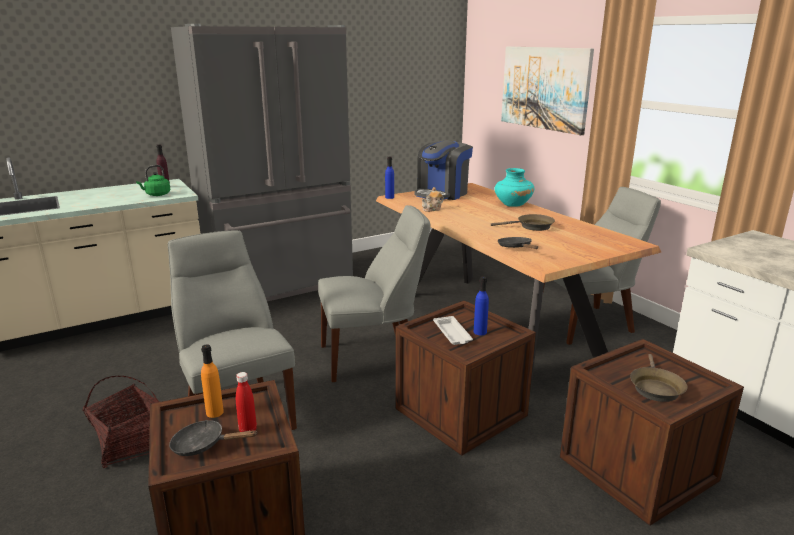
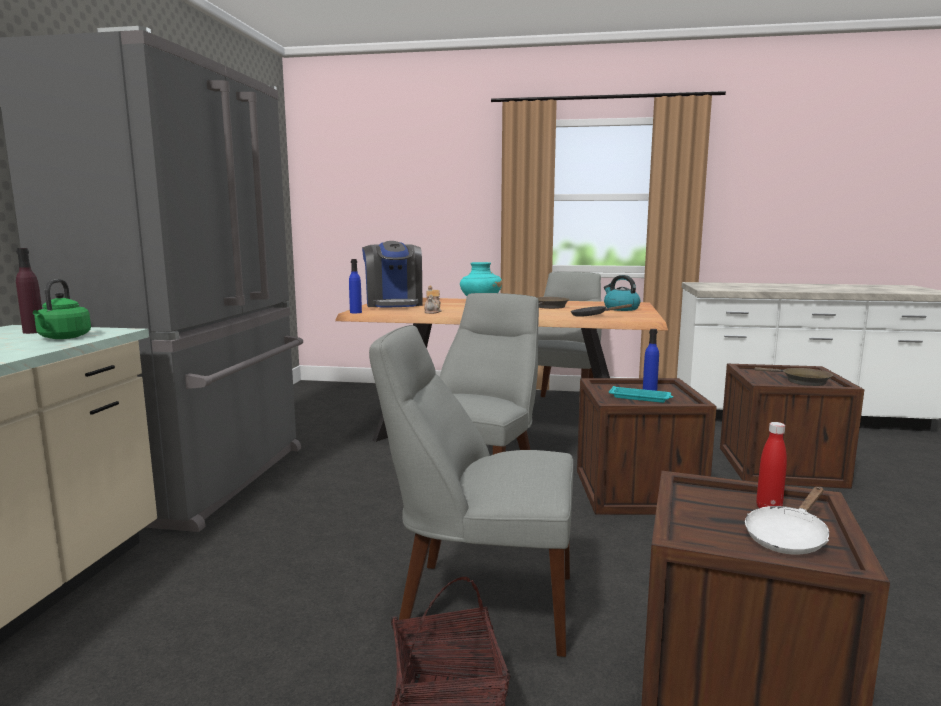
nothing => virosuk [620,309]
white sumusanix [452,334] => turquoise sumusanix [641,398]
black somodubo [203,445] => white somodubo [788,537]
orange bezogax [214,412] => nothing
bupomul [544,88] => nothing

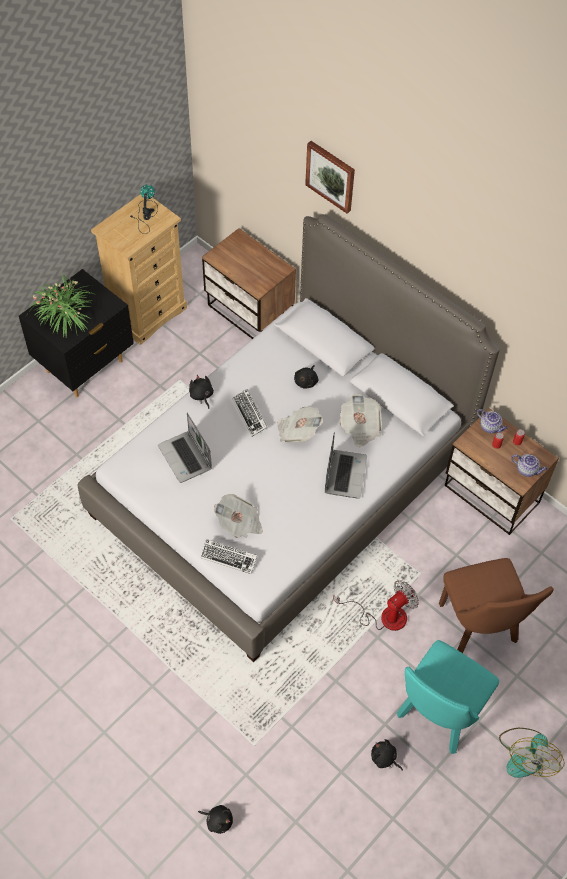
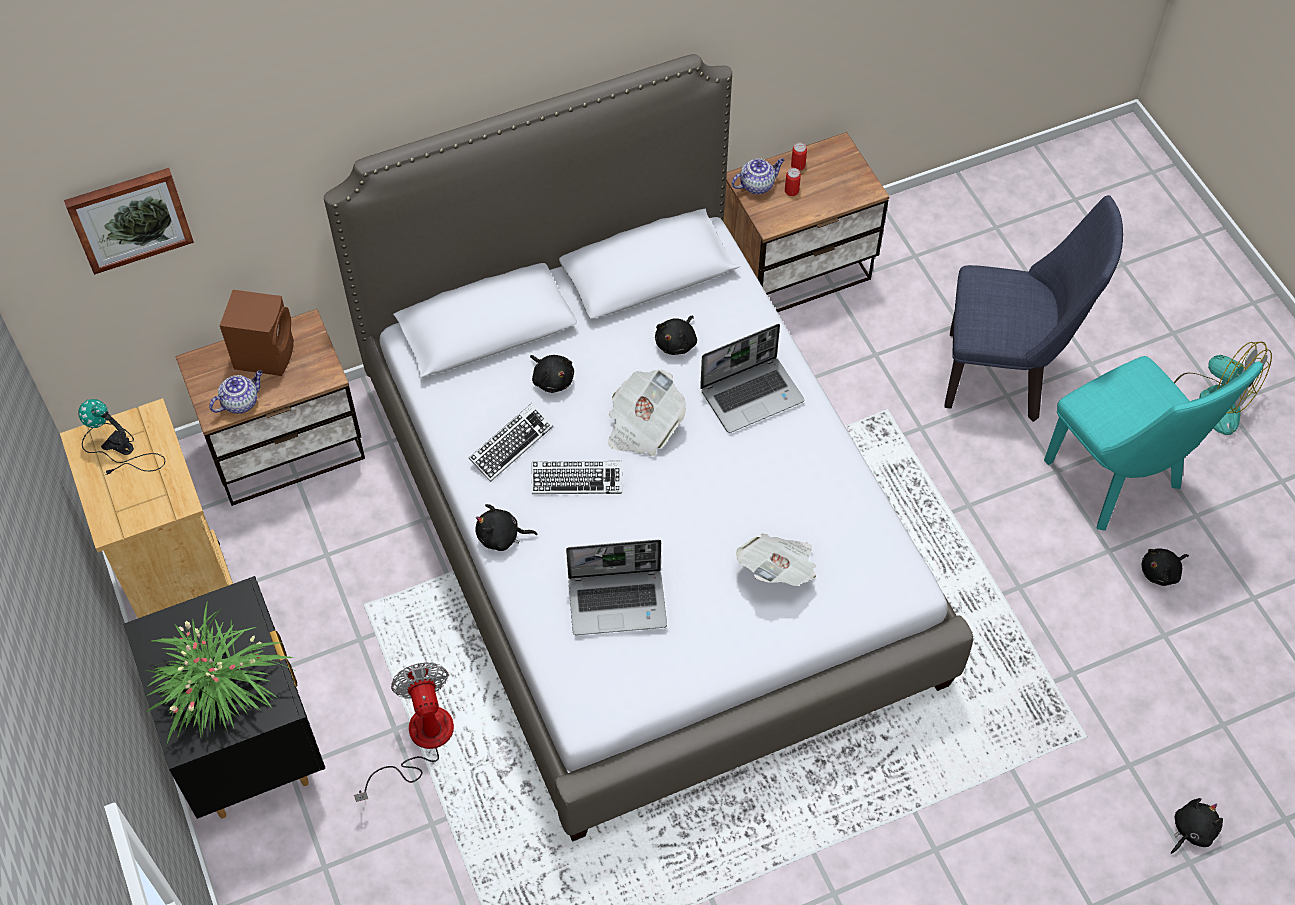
bupomul [331,176] => bupomul [129,218], move
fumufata [527,470] => fumufata [241,402], move
nothing => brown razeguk [265,353]
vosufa [383,616] => vosufa [419,741], move
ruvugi [228,558] => ruvugi [511,445], move
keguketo [360,427] => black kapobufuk [677,343]
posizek [344,474] => posizek [752,395], 120 degrees clockwise
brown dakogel [480,629] => blue dakogel [1005,376]

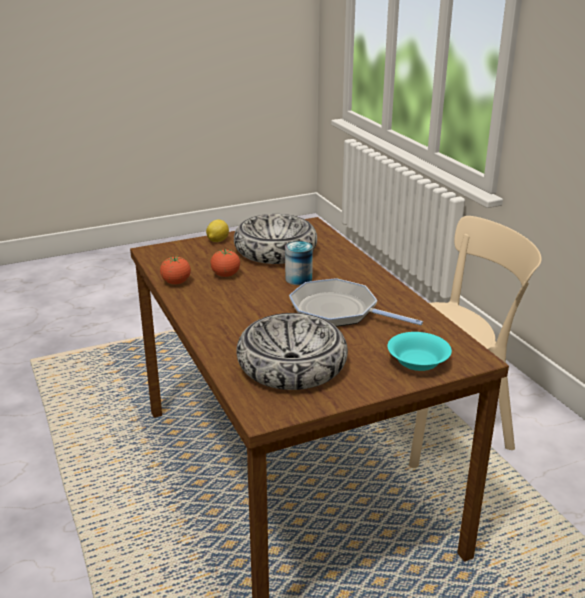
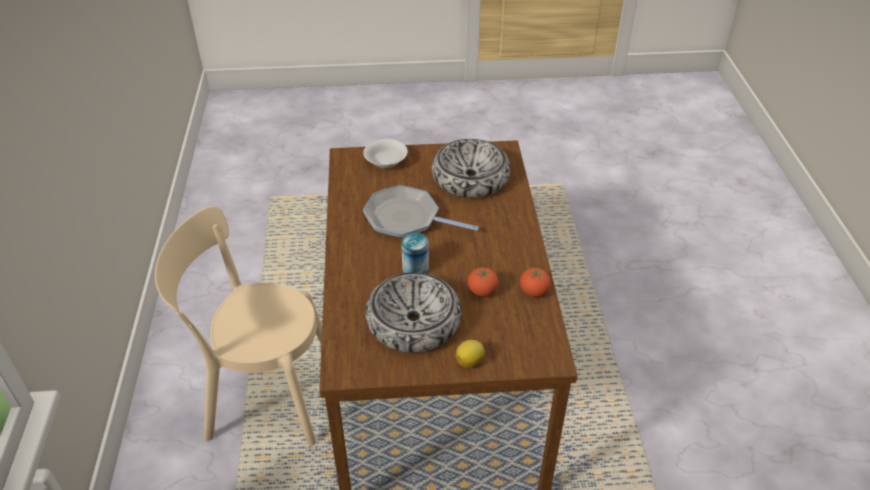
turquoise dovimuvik [417,362] => white dovimuvik [386,161]
somodubo [338,311] => somodubo [406,219], 150 degrees clockwise

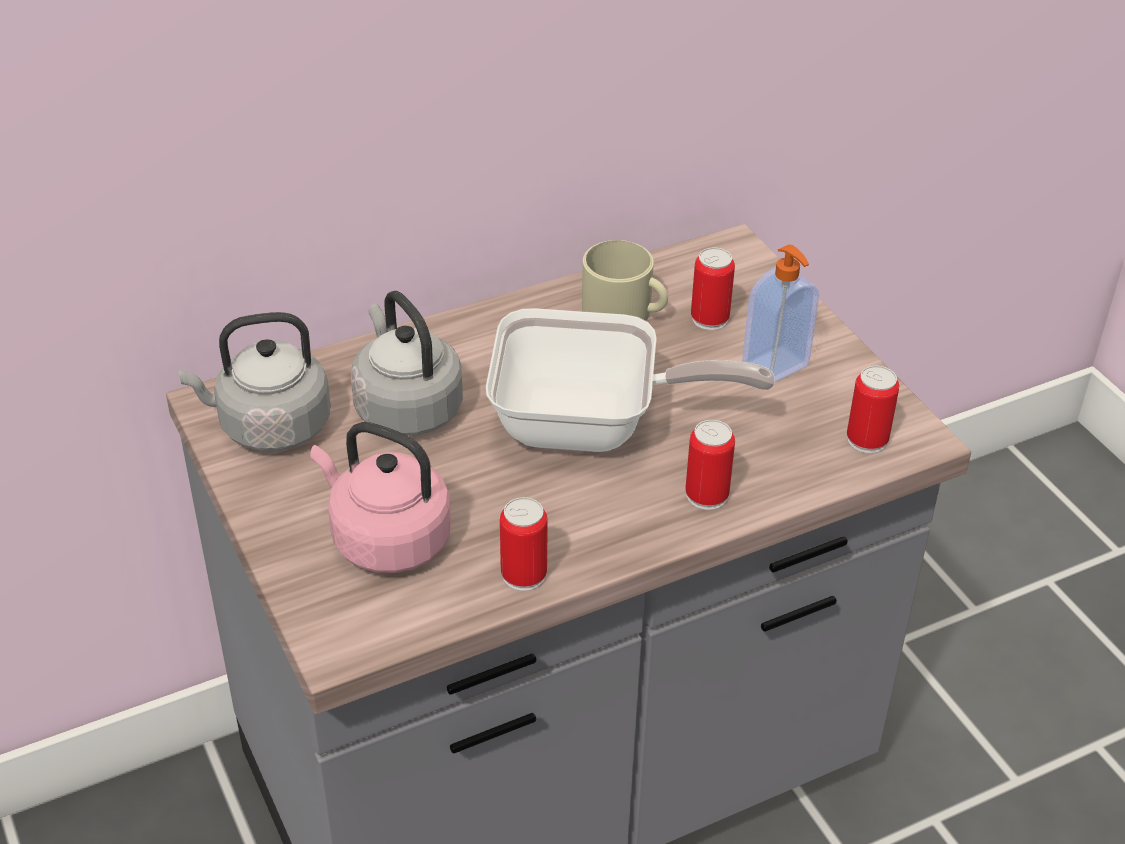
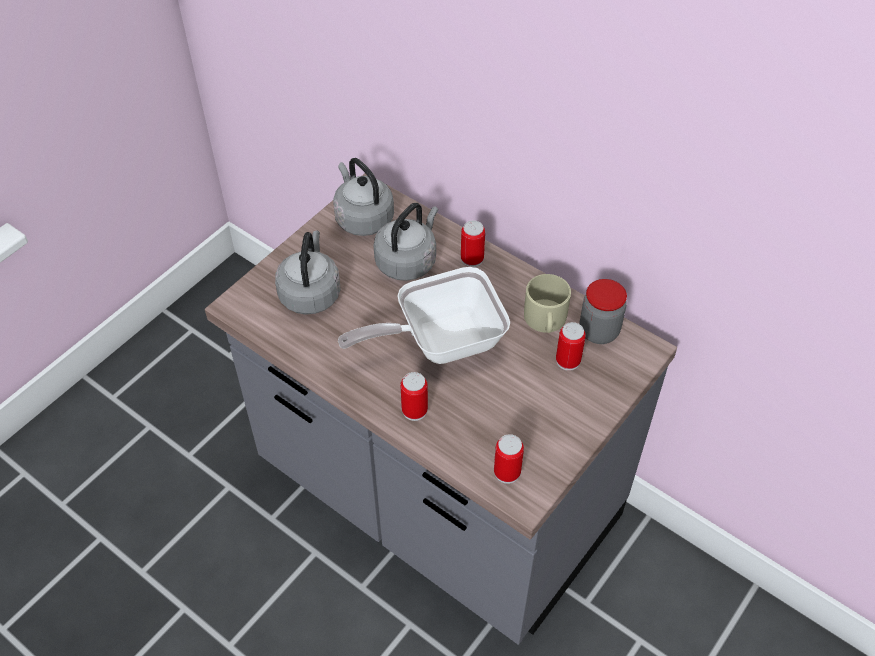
pink virosuk [385,539] => grey virosuk [310,293]
somodubo [592,426] => somodubo [440,341], 90 degrees clockwise
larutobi [523,575] => larutobi [472,259], move
nothing => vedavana [599,331]
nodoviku [776,367] => nothing

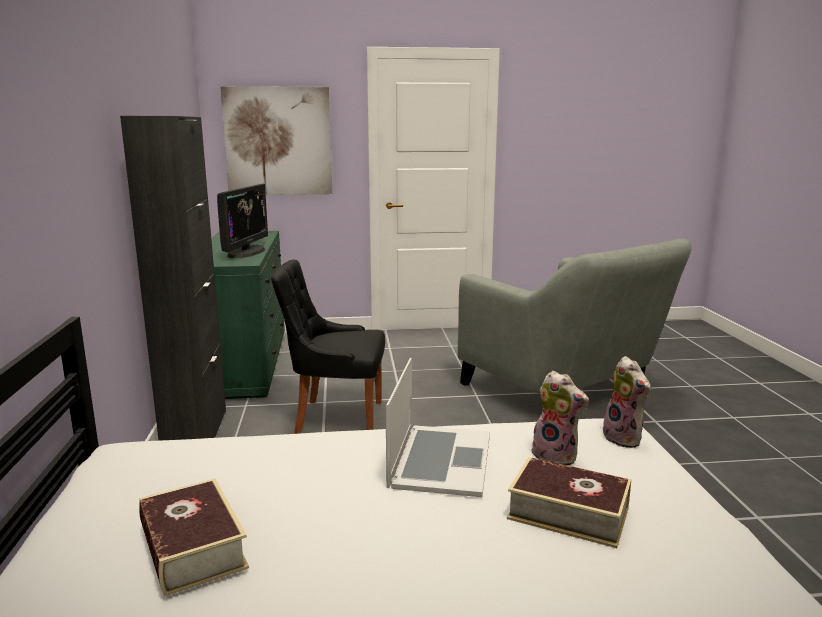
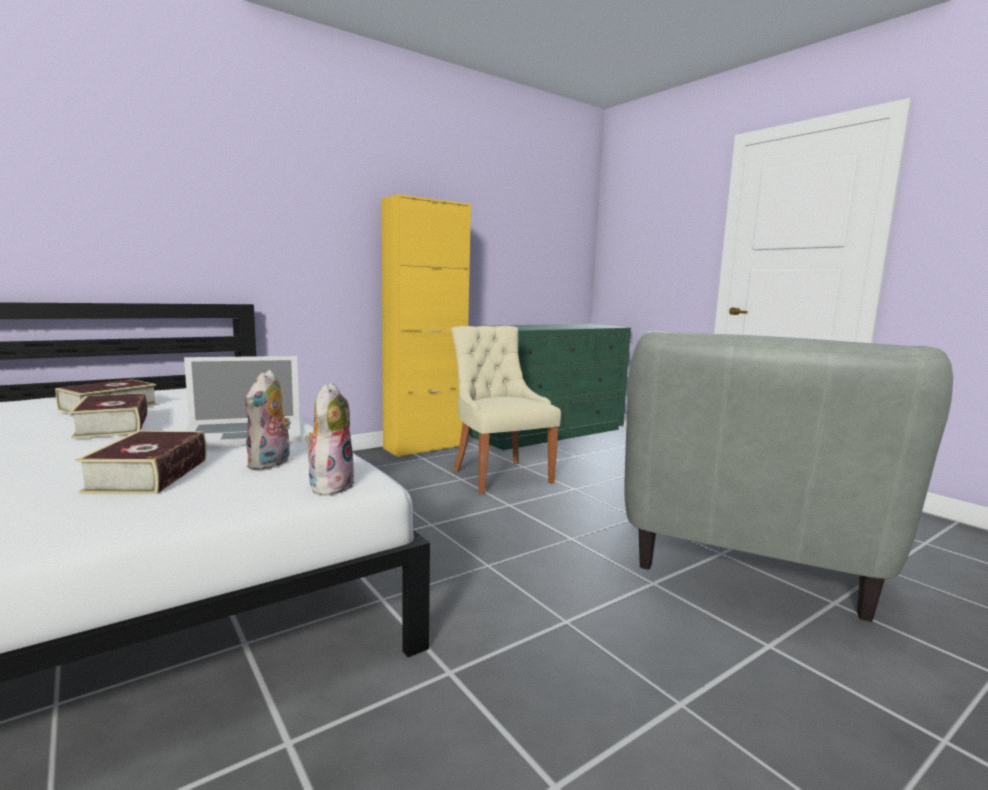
nothing => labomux [113,426]
kapobufuk [625,438] => kapobufuk [330,485], 150 degrees clockwise
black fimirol [195,432] => yellow fimirol [424,447]
black dakogel [335,418] => beige dakogel [499,475]
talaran [246,252] => nothing
bupomul [278,141] => nothing

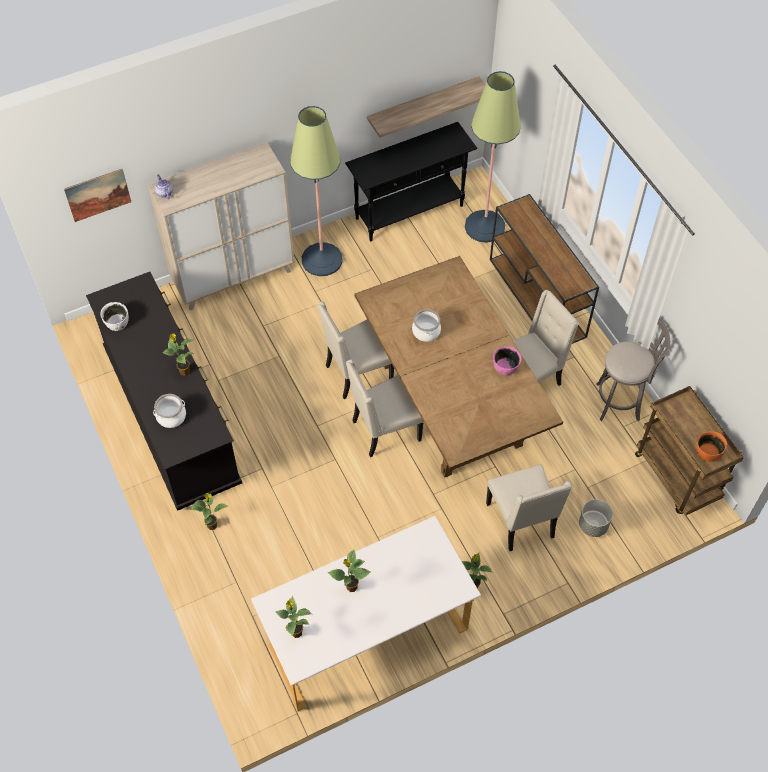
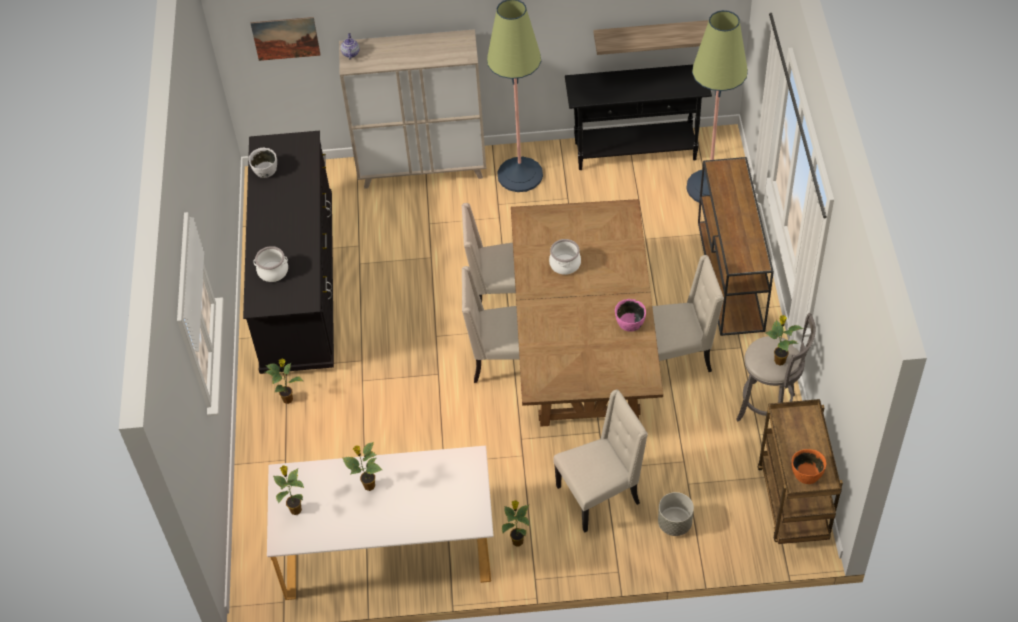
beige dakogel [522,521] => beige dakogel [600,495], 120 degrees counterclockwise
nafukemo [184,371] => nafukemo [779,360], move

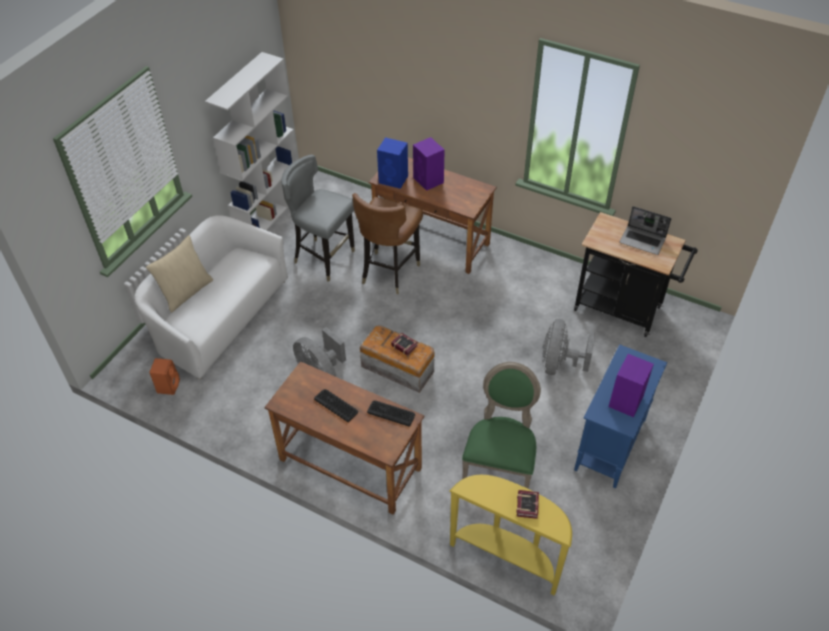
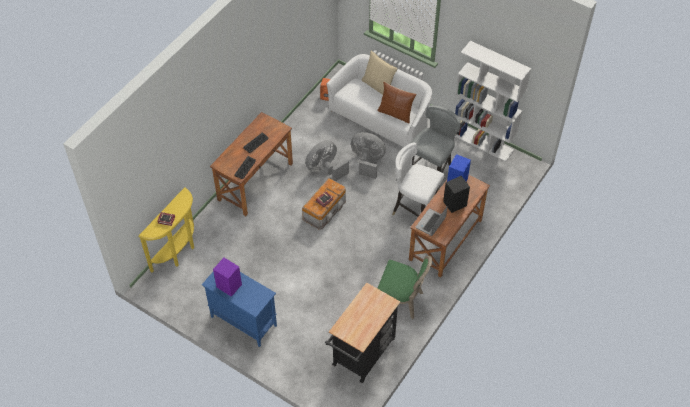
grey vosufa [559,364] => grey vosufa [367,162], move
nothing => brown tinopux [395,113]
green dakogel [500,465] => green dakogel [401,300], move
brown dakogel [389,272] => white dakogel [414,211]
posizek [643,241] => posizek [431,223], move
purple razeguk [429,180] => black razeguk [454,204]

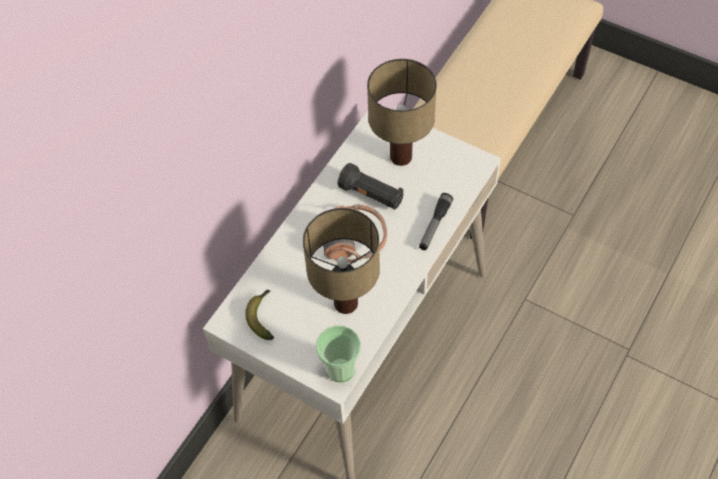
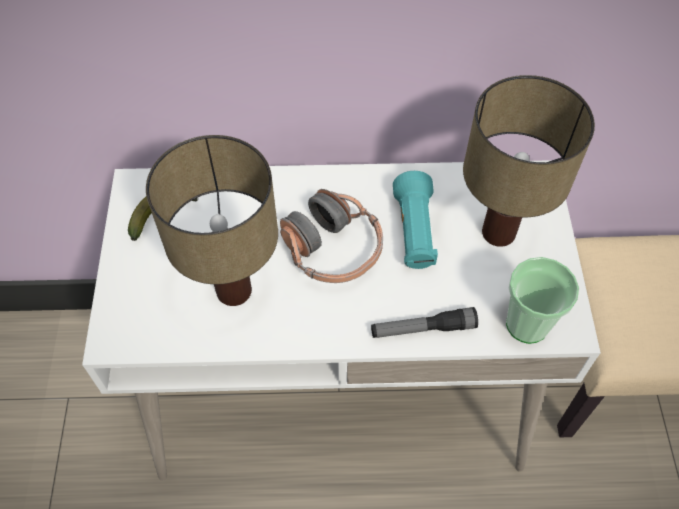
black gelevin [372,195] => turquoise gelevin [414,232]
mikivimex [340,369] => mikivimex [527,324], move

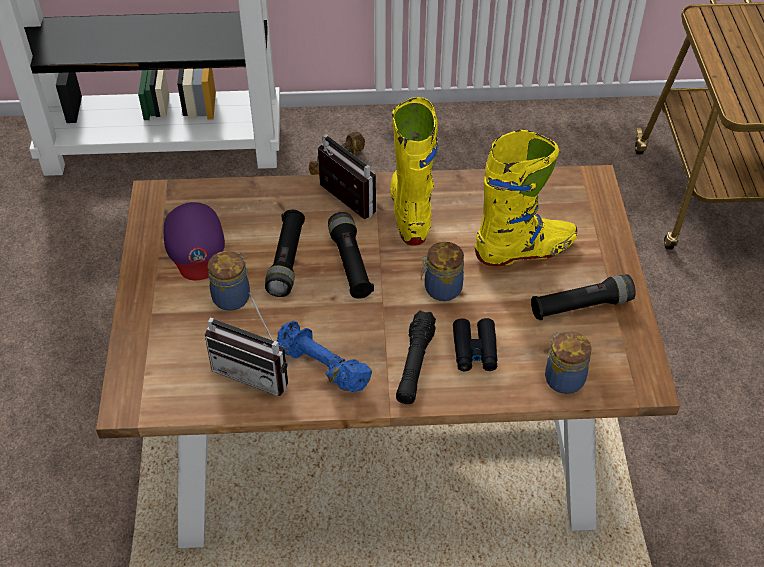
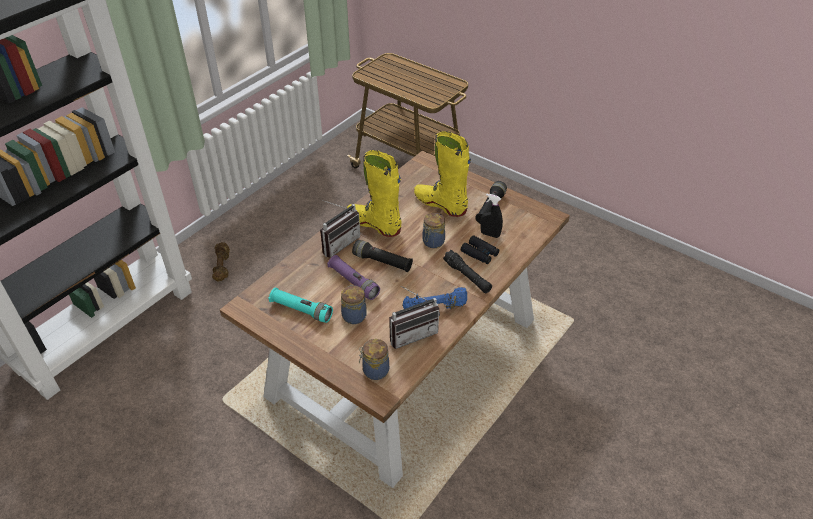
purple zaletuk [195,246] => turquoise gelevin [301,310]
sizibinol [340,203] => sizibinol [338,243], 135 degrees clockwise
black gelevin [287,261] => purple gelevin [353,282]
vedavana [563,378] => vedavana [374,370], move
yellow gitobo [525,250] => yellow gitobo [440,204], 75 degrees counterclockwise
nothing => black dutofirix [490,234]

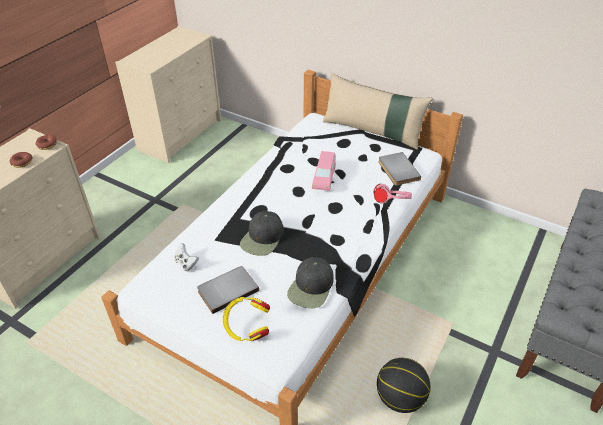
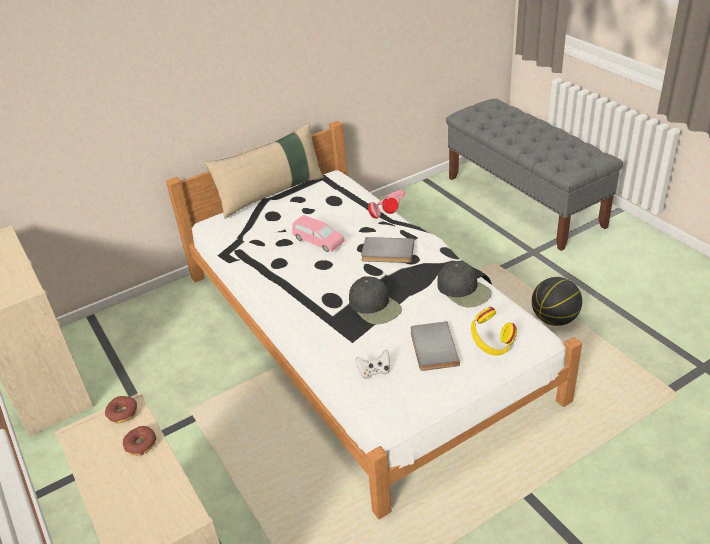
grey labomux [397,170] => grey labomux [387,253], move

